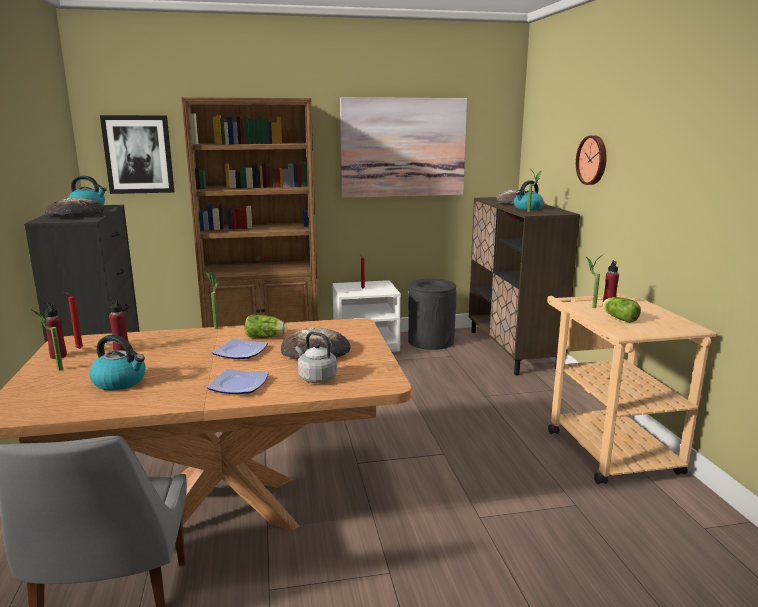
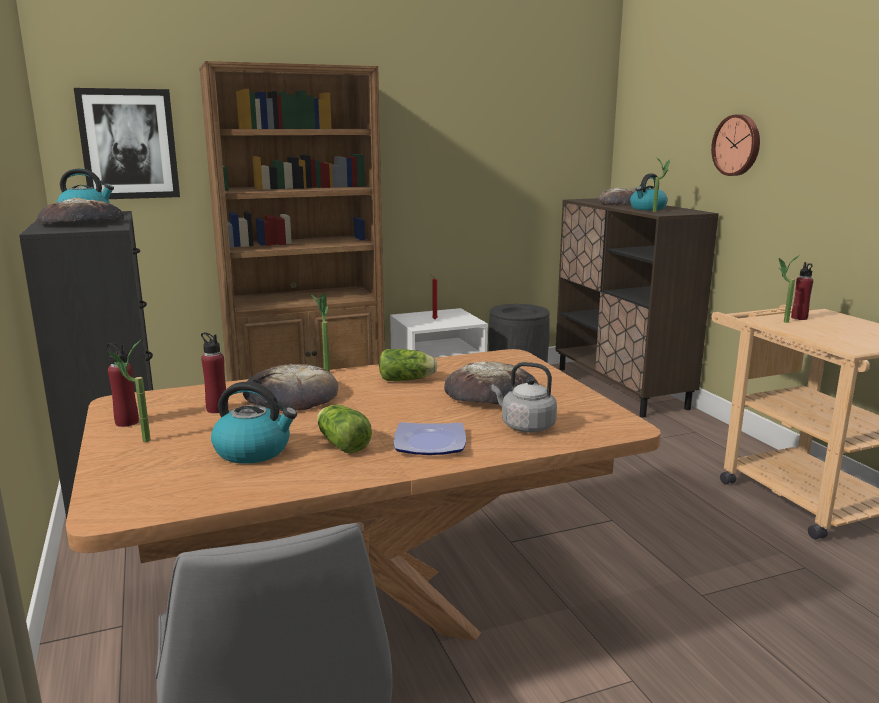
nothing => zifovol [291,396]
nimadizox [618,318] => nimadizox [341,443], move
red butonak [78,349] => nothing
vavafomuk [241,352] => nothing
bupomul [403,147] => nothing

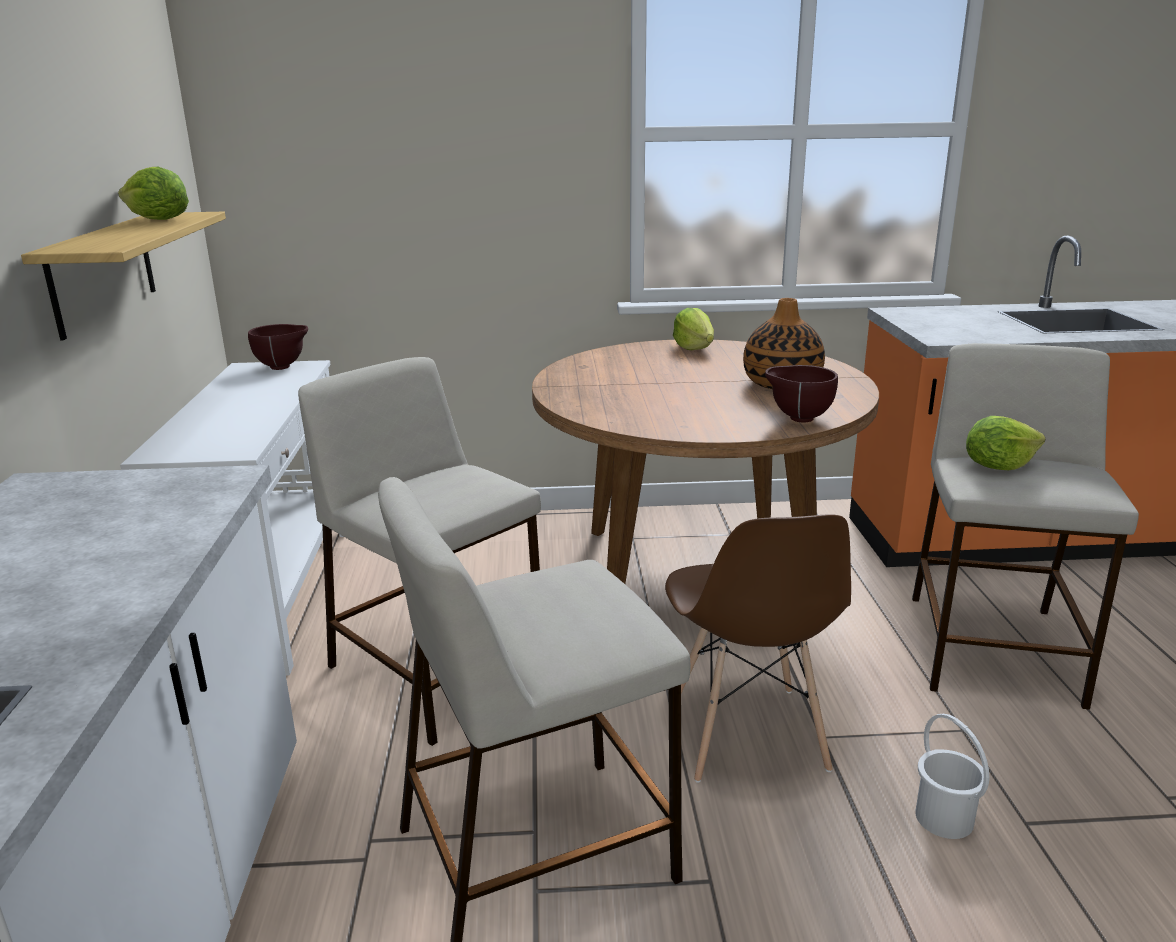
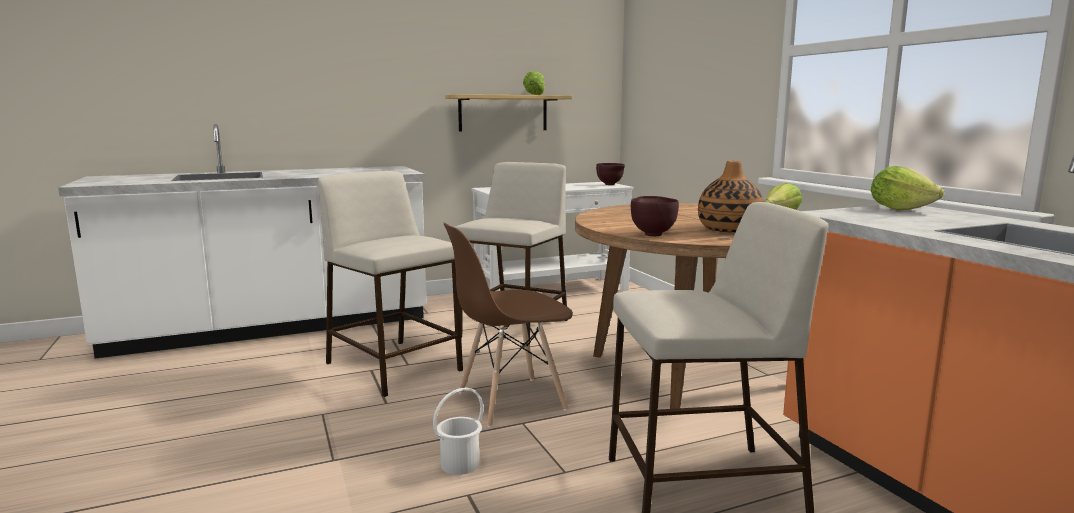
nimadizox [998,466] => nimadizox [900,209], move

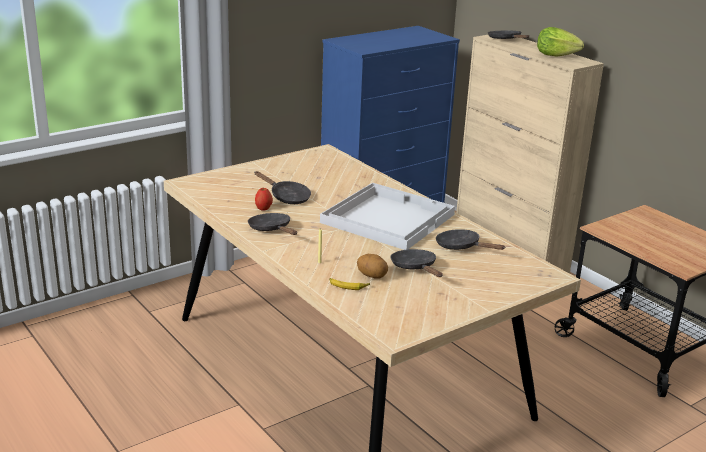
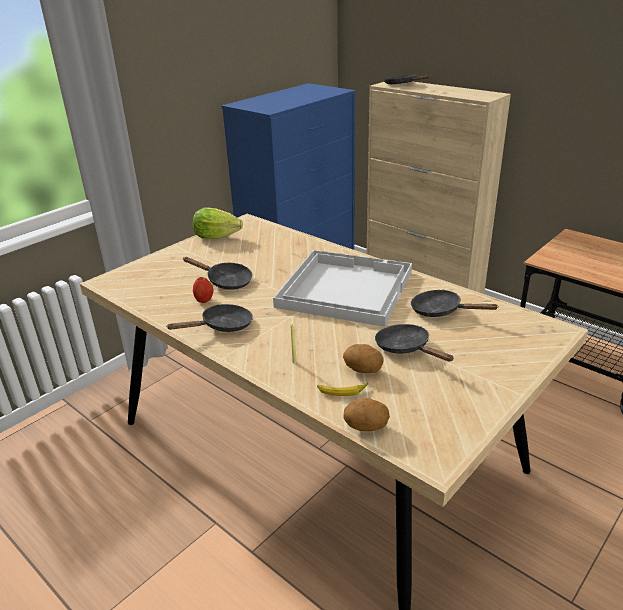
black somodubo [272,229] => black somodubo [222,326], 105 degrees clockwise
nimadizox [555,55] => nimadizox [216,237], move
nothing => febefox [366,427]

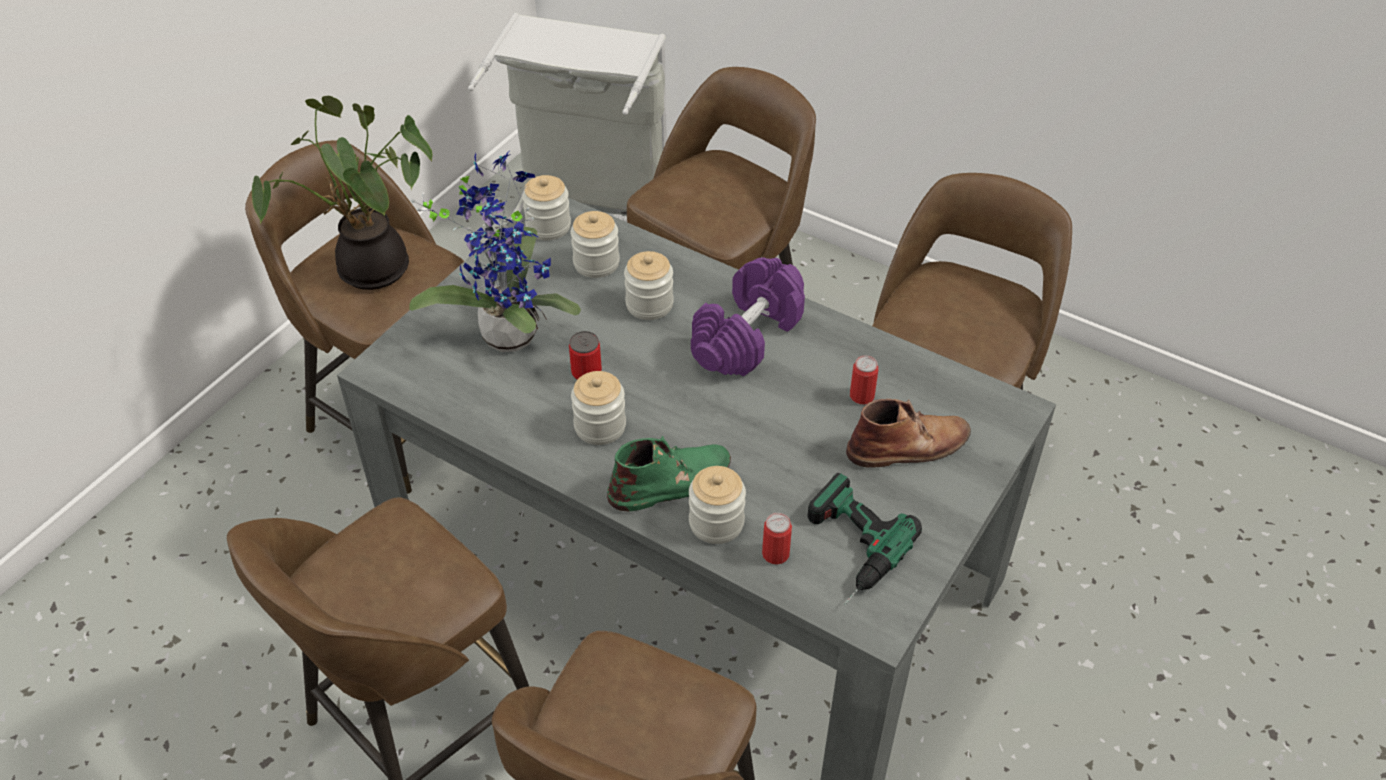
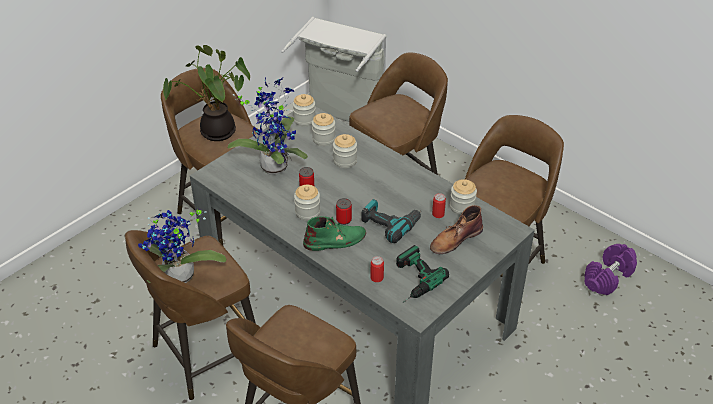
nothing => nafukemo [179,279]
nothing => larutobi [344,220]
nothing => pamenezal [390,224]
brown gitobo [909,445] => brown gitobo [455,239], 150 degrees clockwise
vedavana [716,523] => vedavana [462,207], move
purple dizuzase [747,335] => purple dizuzase [608,277], move

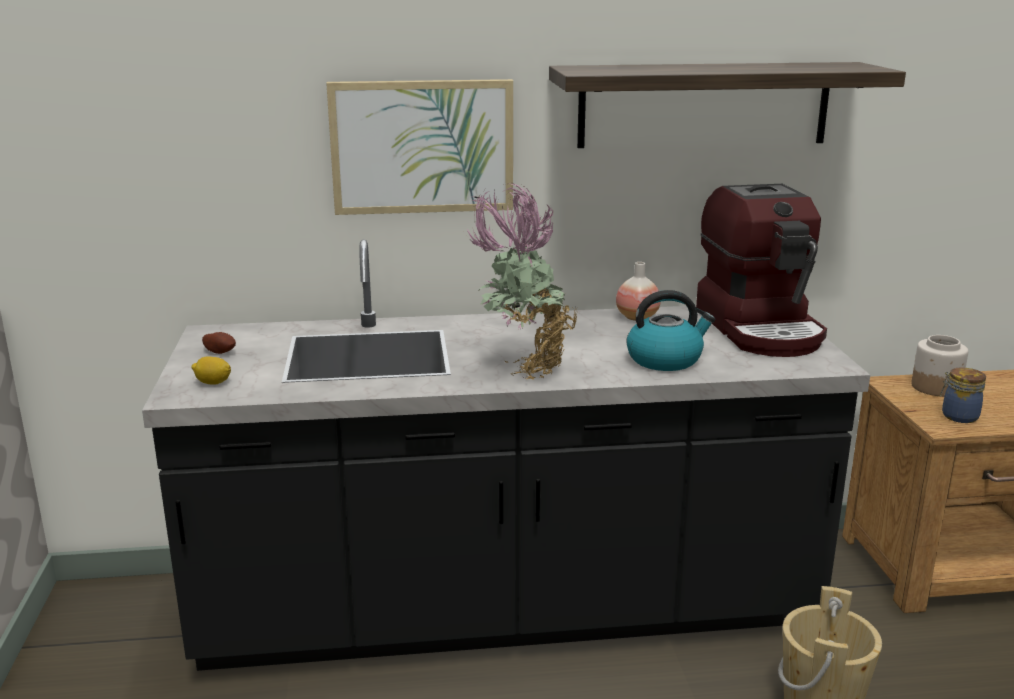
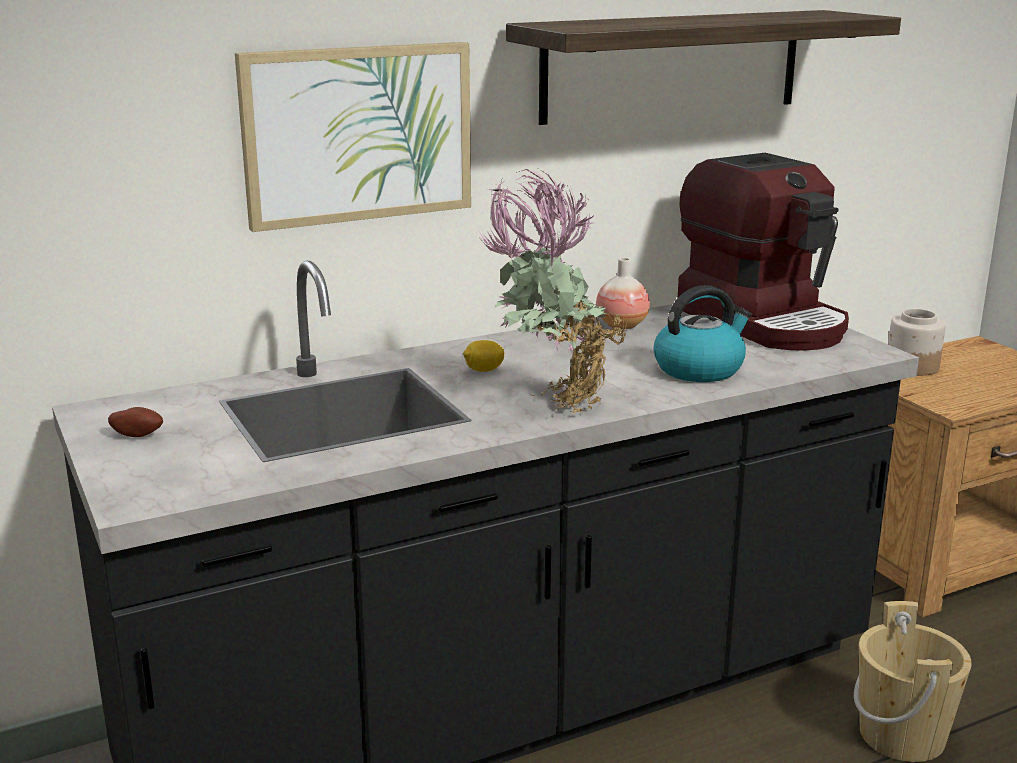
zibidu [213,383] => zibidu [483,370], move
vedavana [958,416] => nothing

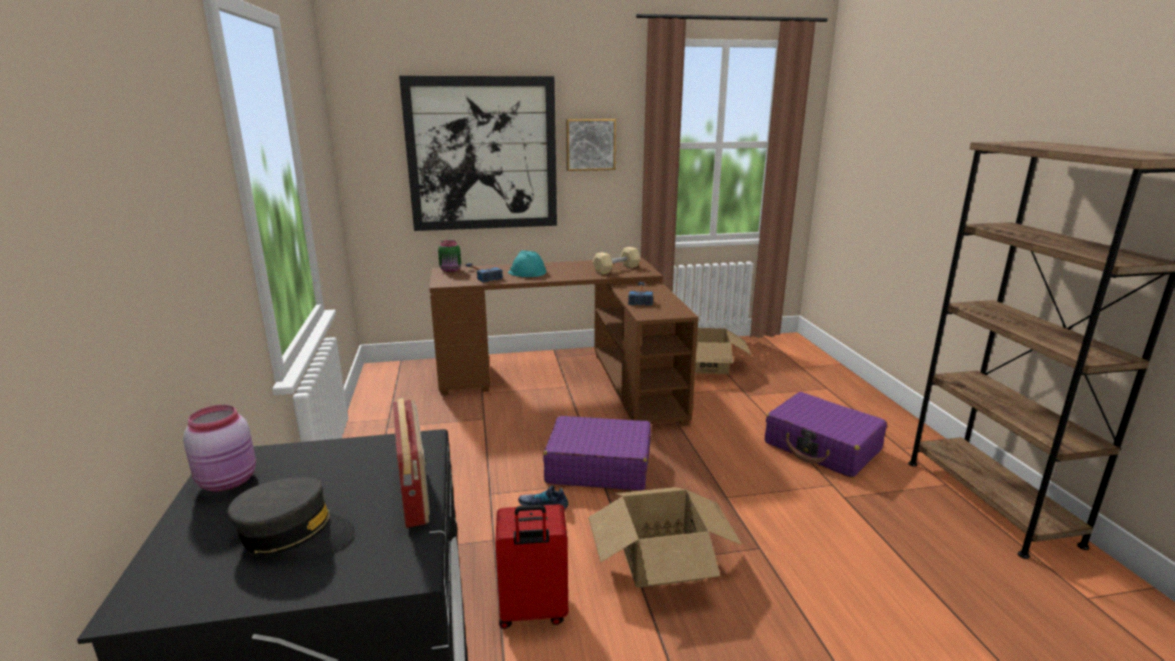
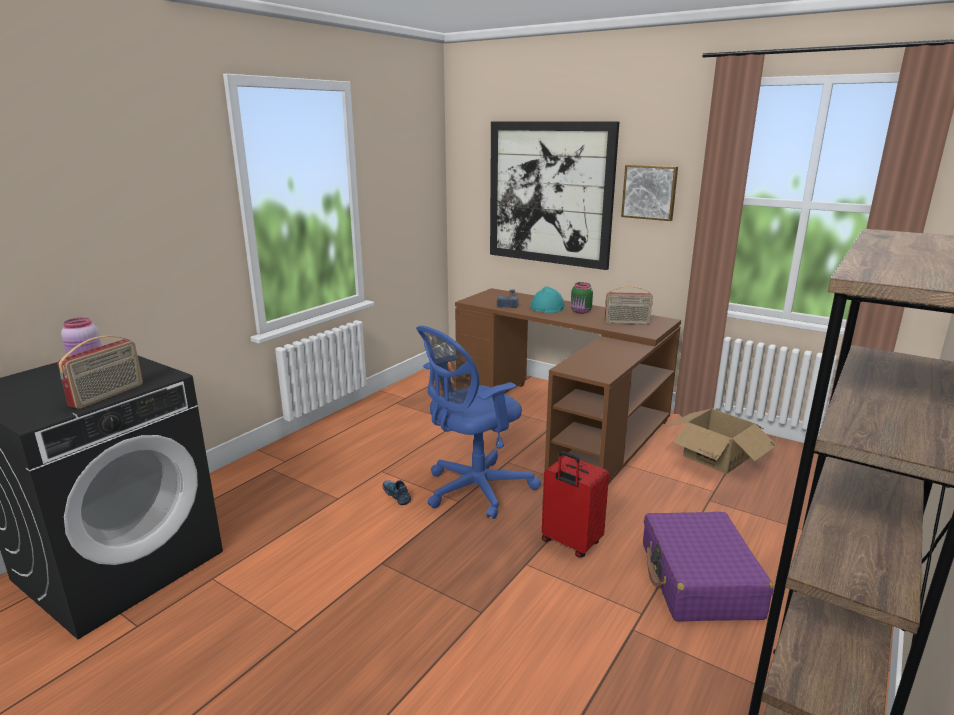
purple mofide [598,466] => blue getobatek [474,490]
red mofide [533,612] => red mofide [570,543], move
green vedavana [451,270] => green vedavana [581,312], move
beige dizuzase [616,269] => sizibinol [627,323]
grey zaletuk [294,534] => nothing
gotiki [661,558] => nothing
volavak [640,296] => nothing

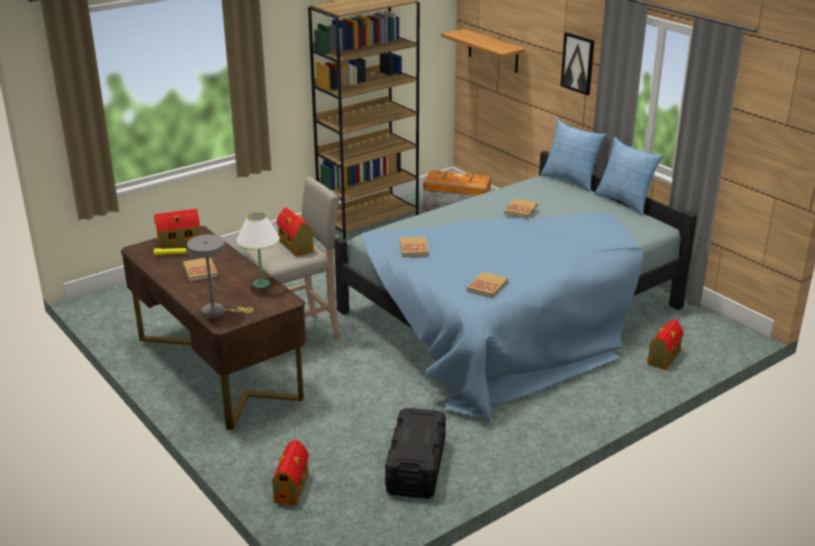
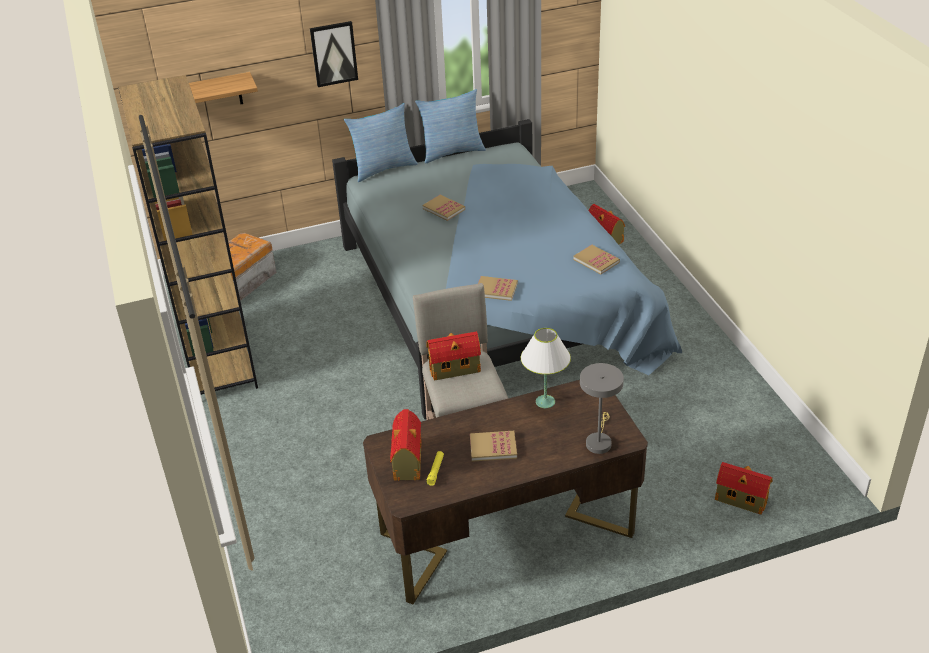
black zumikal [416,467] => nothing

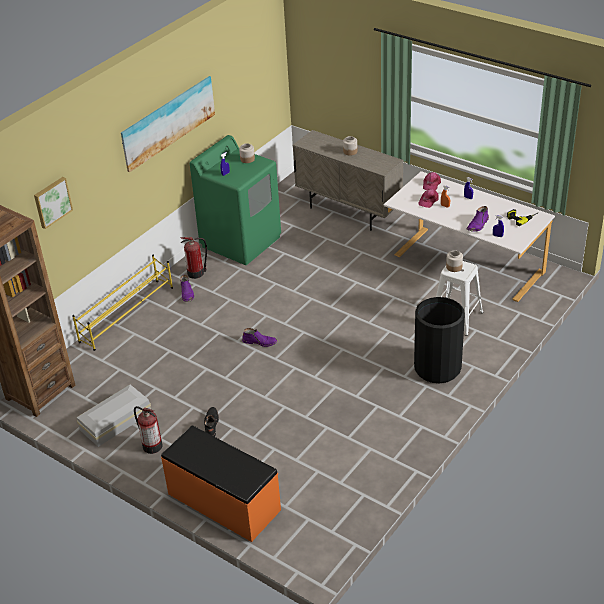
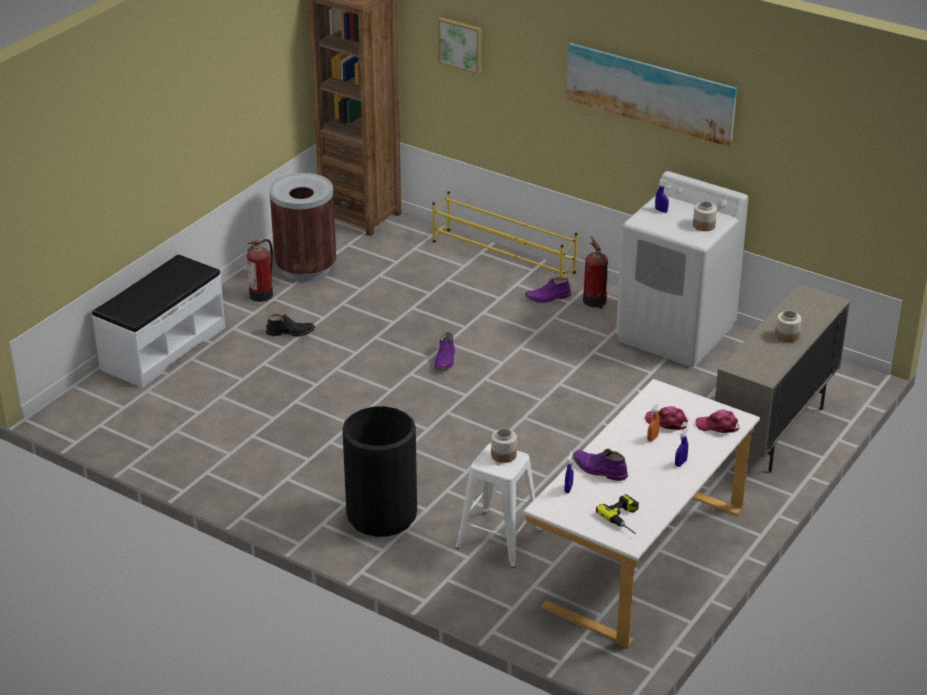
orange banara [223,502] => white banara [162,348]
white zumikal [117,421] => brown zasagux [305,269]
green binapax [241,241] => white binapax [676,333]

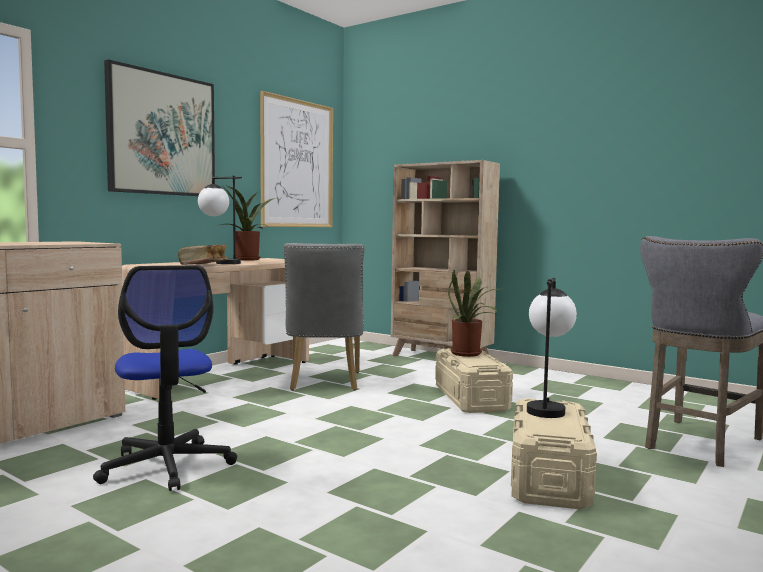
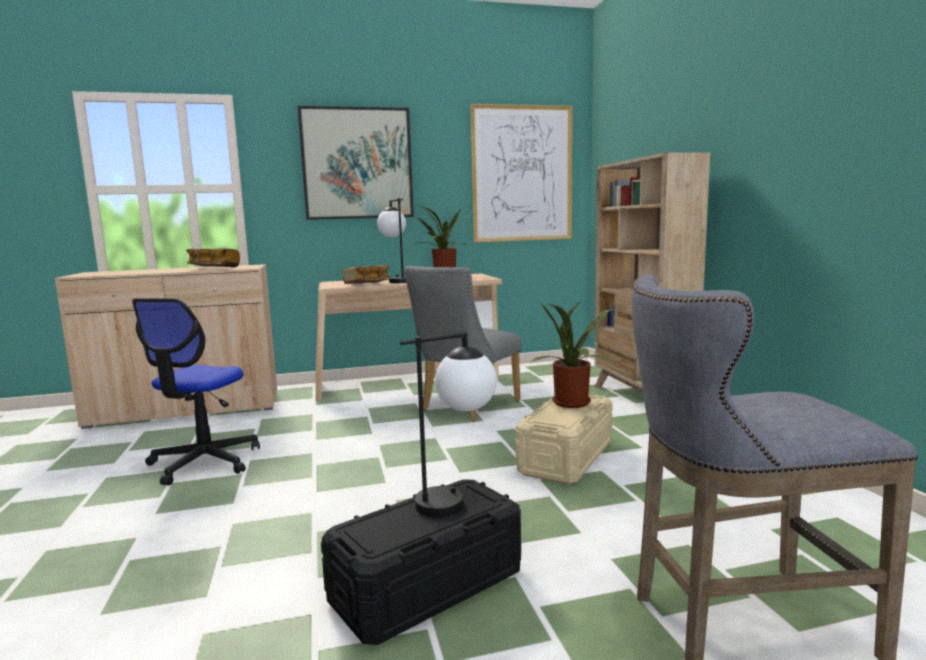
nothing => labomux [214,268]
beige zumikal [549,477] => black zumikal [428,586]

